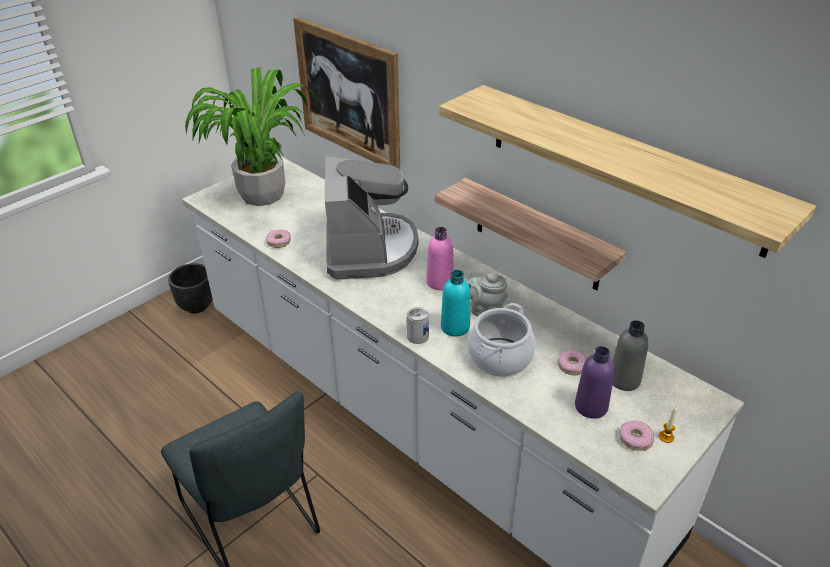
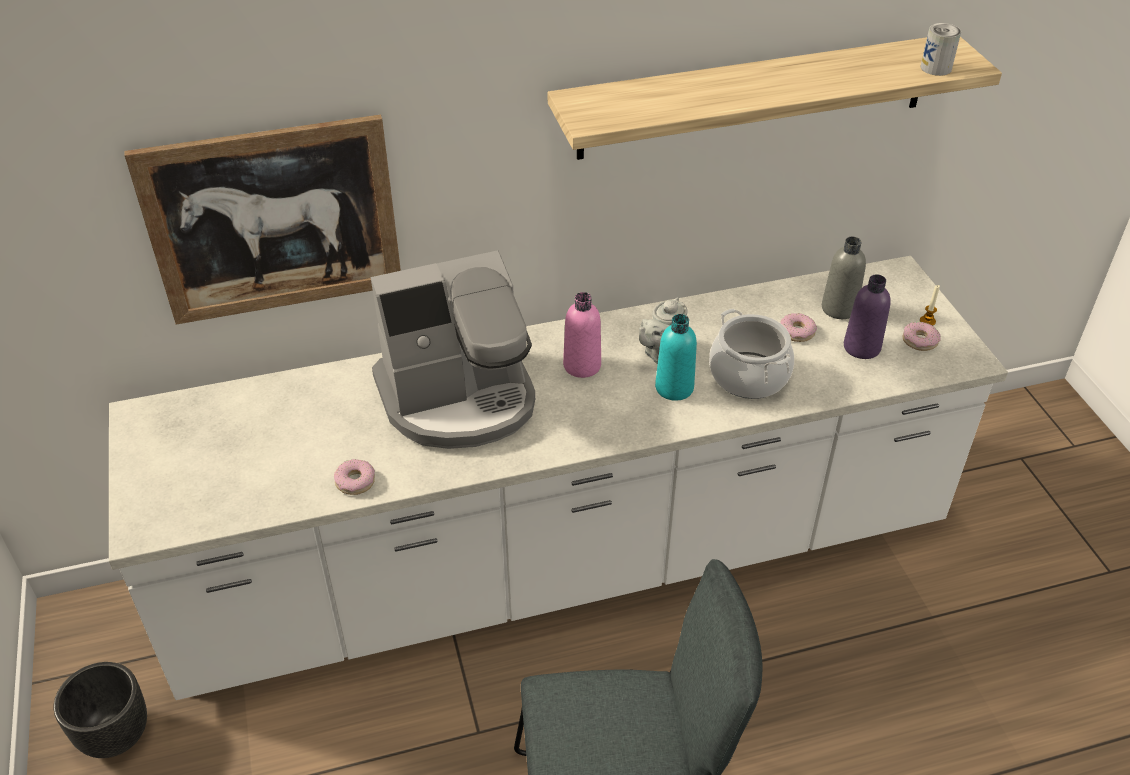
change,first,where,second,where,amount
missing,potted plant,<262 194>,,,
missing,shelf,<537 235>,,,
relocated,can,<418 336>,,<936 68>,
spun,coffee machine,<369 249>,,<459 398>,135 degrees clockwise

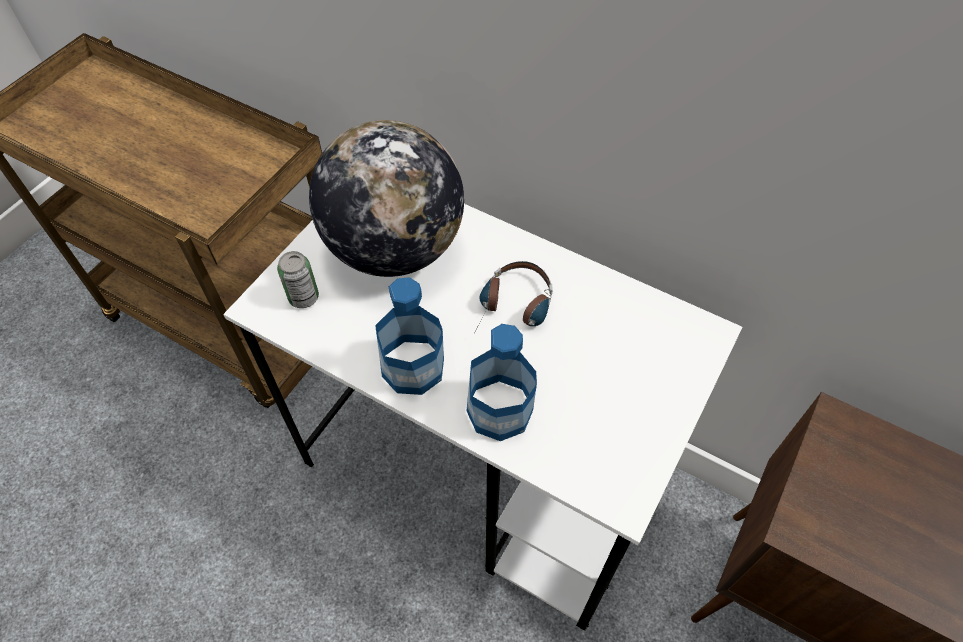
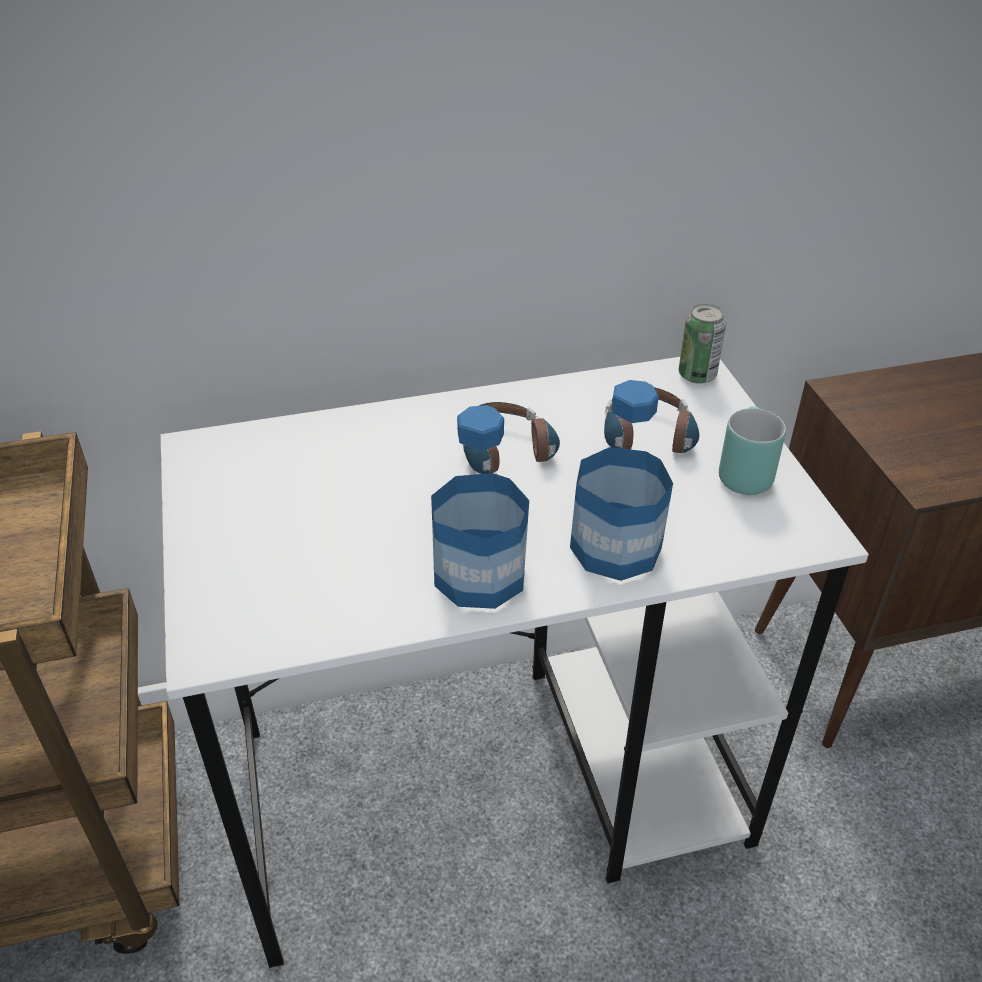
change,first,where,second,where,amount
missing,desk globe,<394 248>,,,
appeared,,,headphones,<649 445>,
appeared,,,tea mug (turquoise),<741 471>,
relocated,can,<303 297>,,<697 375>,

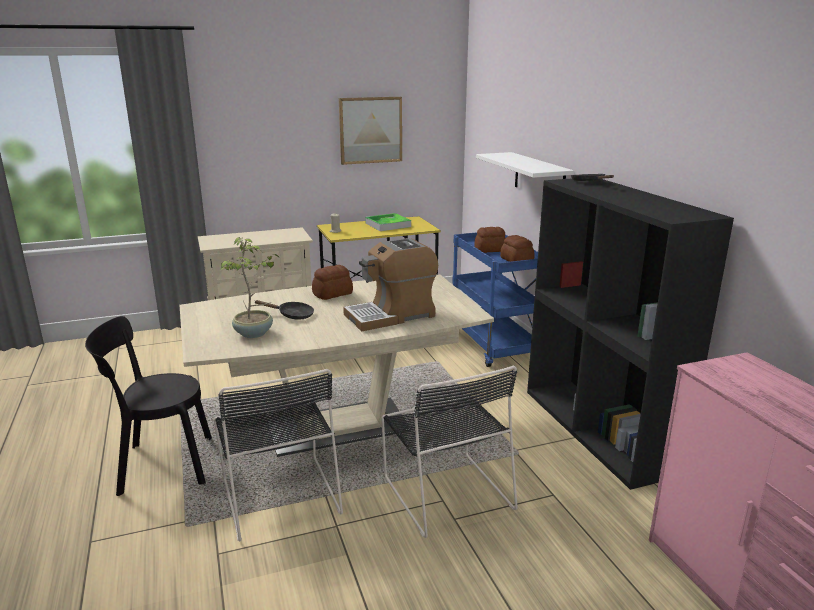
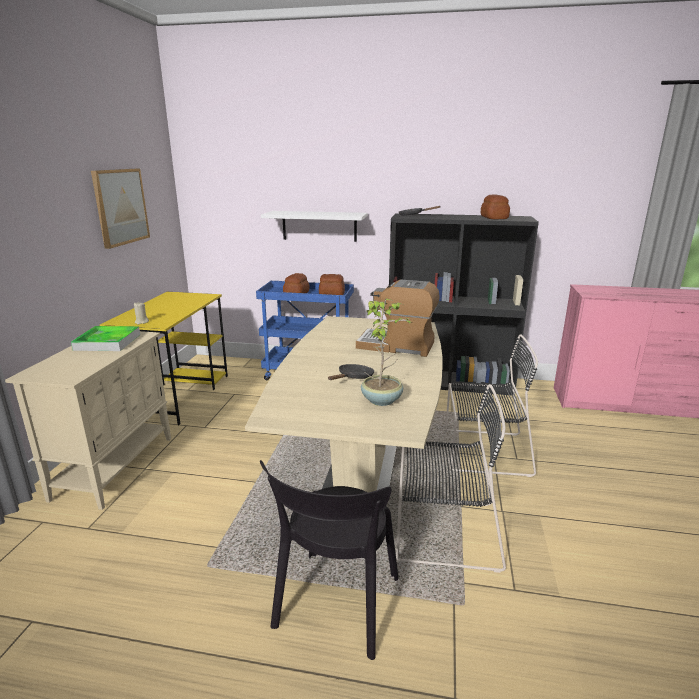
change,first,where,second,where,amount
relocated,bread,<333 294>,,<494 218>,
relocated,serving tray,<388 225>,,<108 342>,
spun,coffee machine,<391 315>,,<397 345>,105 degrees clockwise

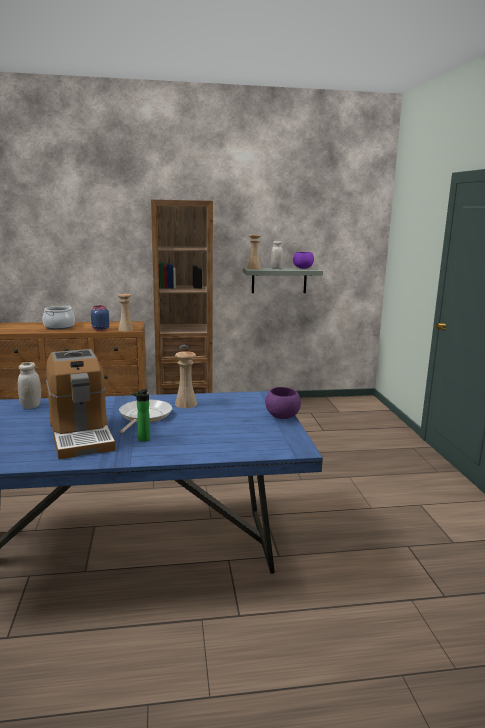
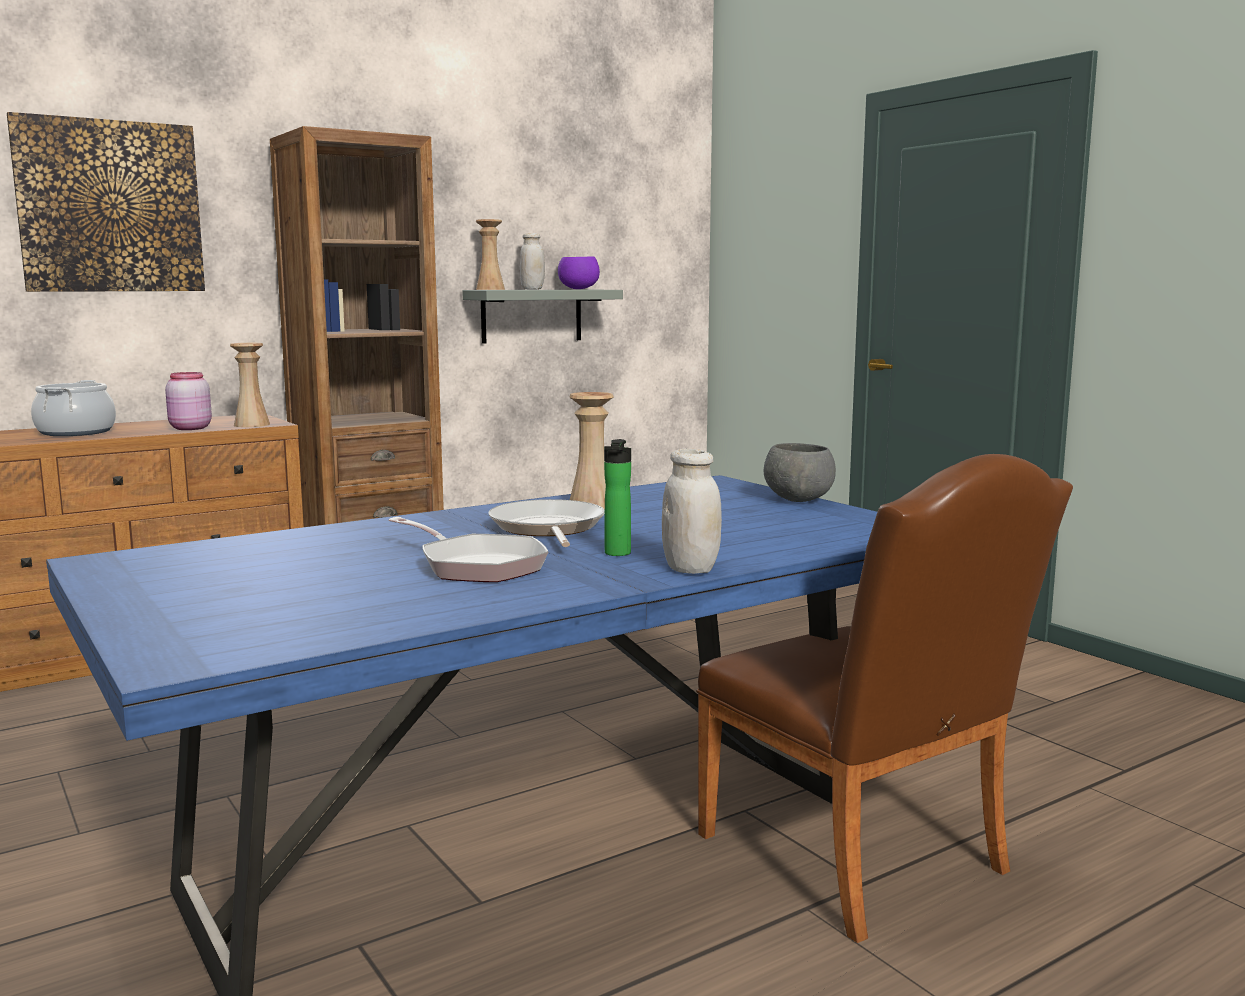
change,first,where,second,where,amount
appeared,,,wall art,<110 207>,
appeared,,,chair (brown),<864 861>,
relocated,storage jar (white-coloured),<31 406>,,<690 569>,
exchanged,coffee machine,<81 435>,frying pan,<476 566>,
colour,storage jar (blue),<100 329>,storage jar (pink-coloured),<189 428>,
colour,bowl (purple),<281 417>,bowl (grey),<797 500>,

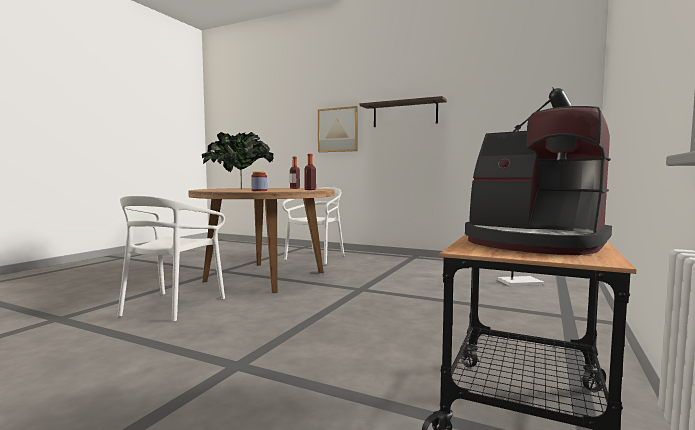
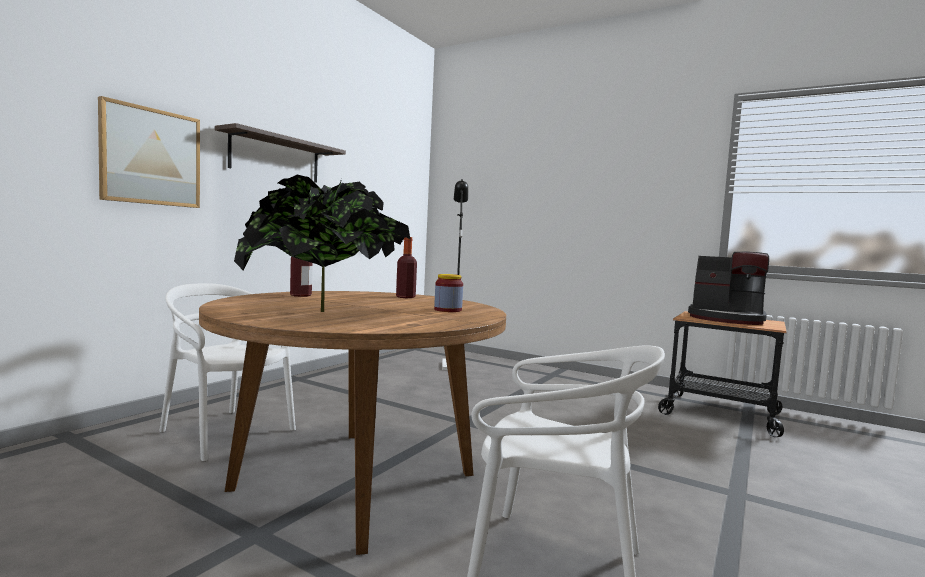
change,first,where,second,where,amount
spun,coffee machine,<533 243>,,<726 319>,75 degrees clockwise

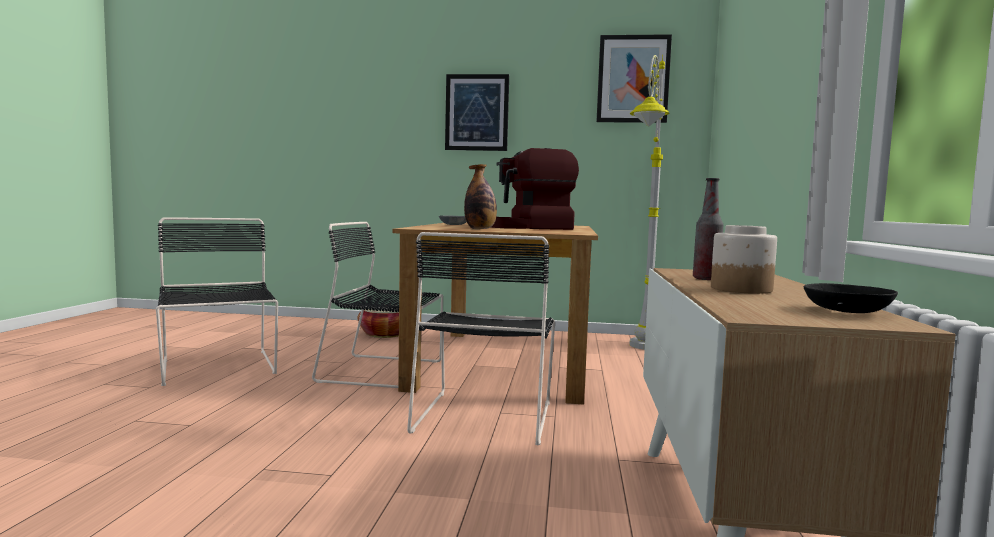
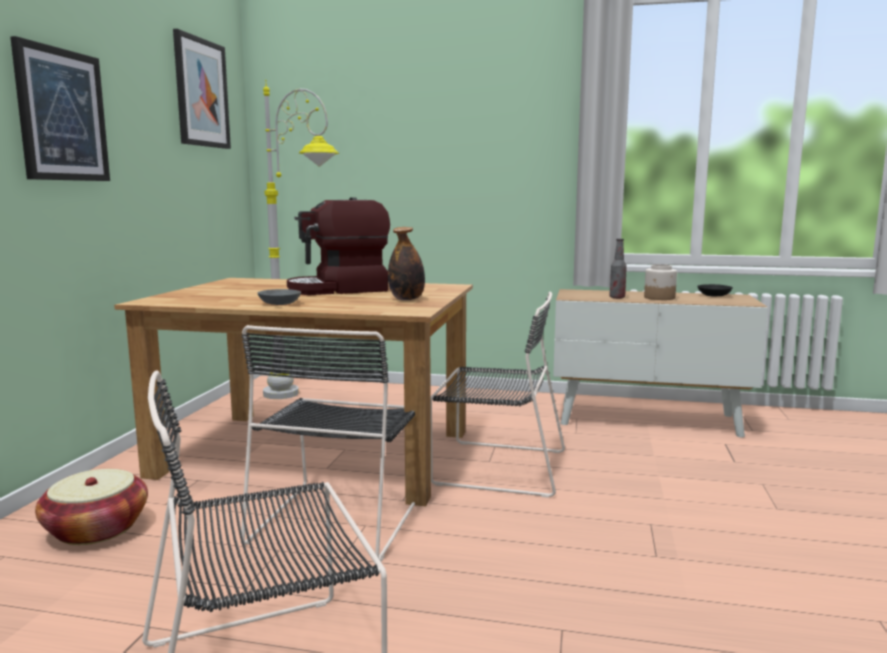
change,first,where,second,where,amount
spun,coffee machine,<530 228>,,<339 289>,75 degrees clockwise

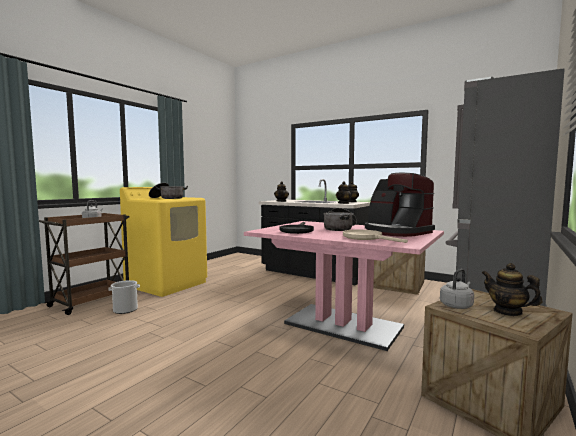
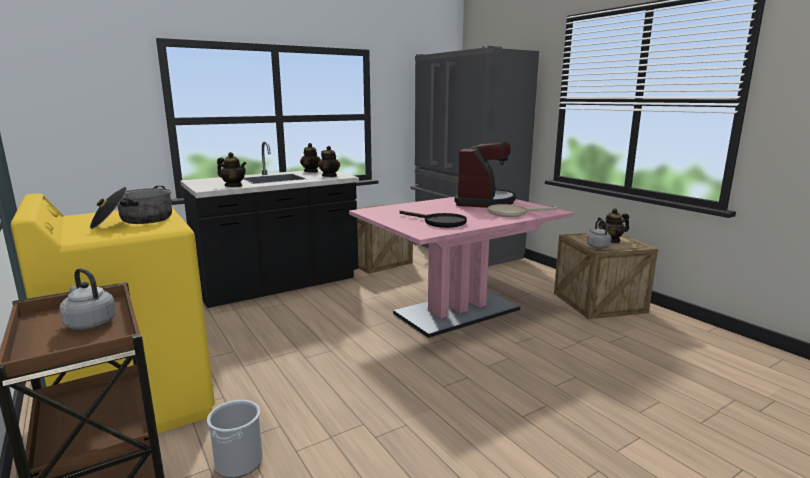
change,first,where,second,where,amount
missing,stockpot,<340 228>,,,
spun,coffee machine,<396 232>,,<484 201>,60 degrees counterclockwise

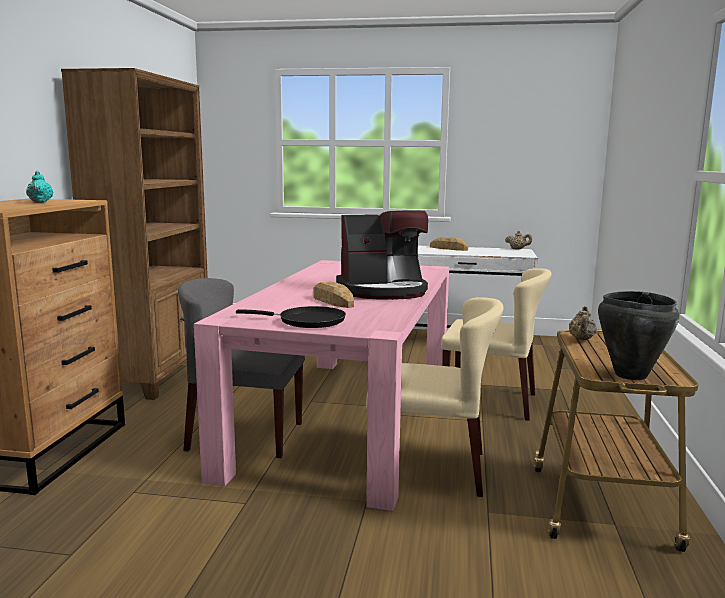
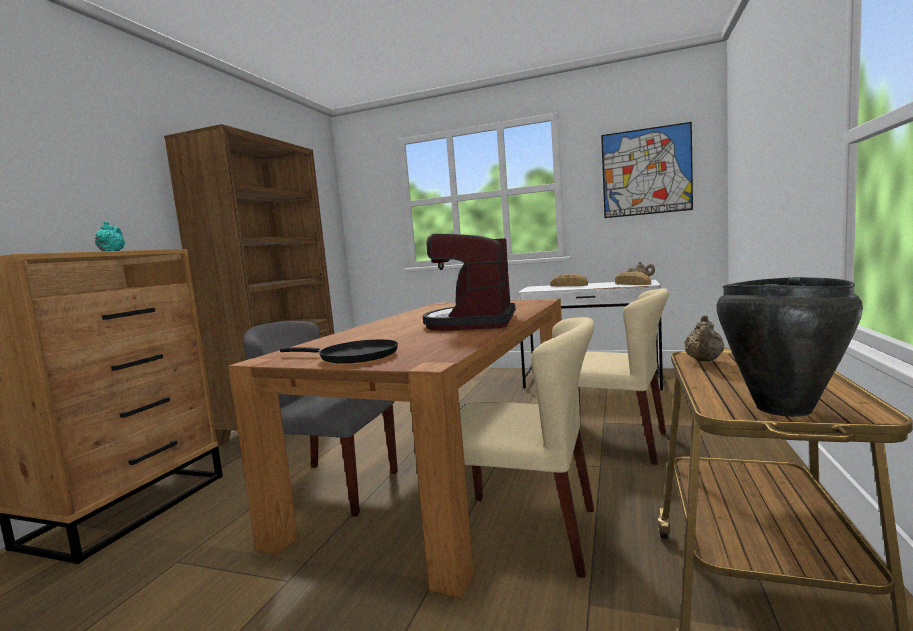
change,first,where,second,where,amount
appeared,,,wall art,<646 172>,
relocated,bread,<332 301>,,<632 284>,
colour,dining table (pink-coloured),<348 417>,dining table (brown),<449 464>,
spun,coffee machine,<383 291>,,<472 323>,105 degrees clockwise

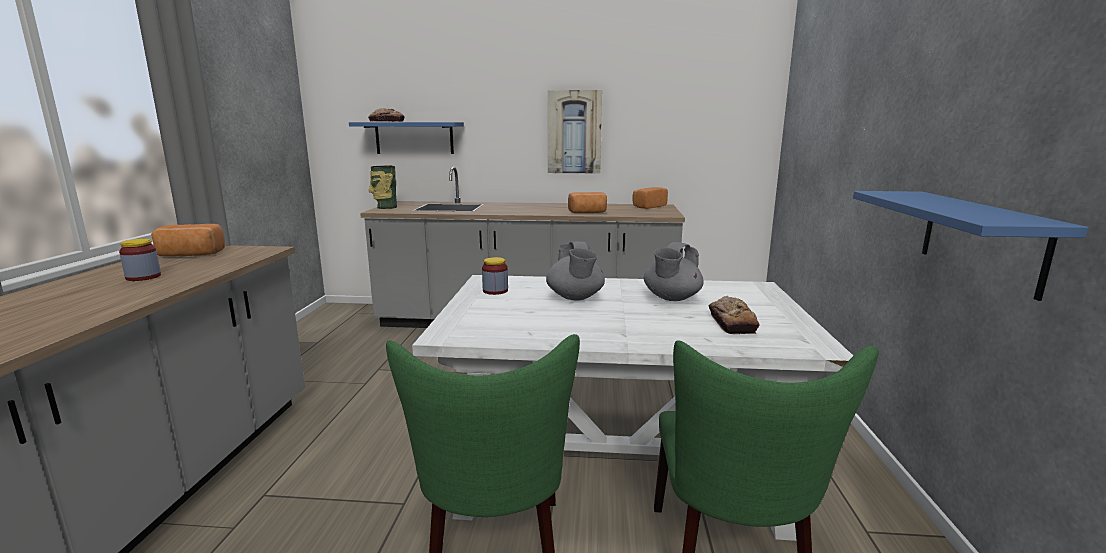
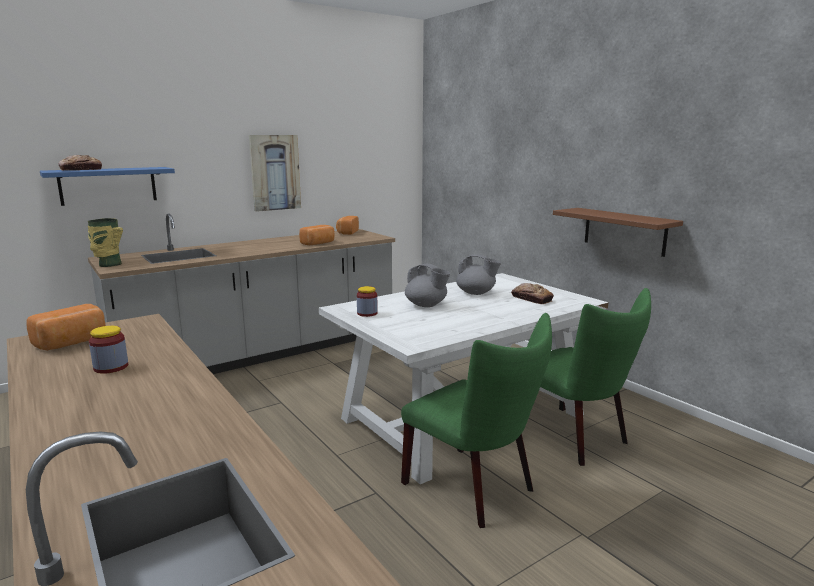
change,first,where,second,where,amount
colour,shelf (blue),<980 240>,shelf (brown),<624 231>,
spun,teapot (grey),<671 298>,,<476 293>,60 degrees counterclockwise

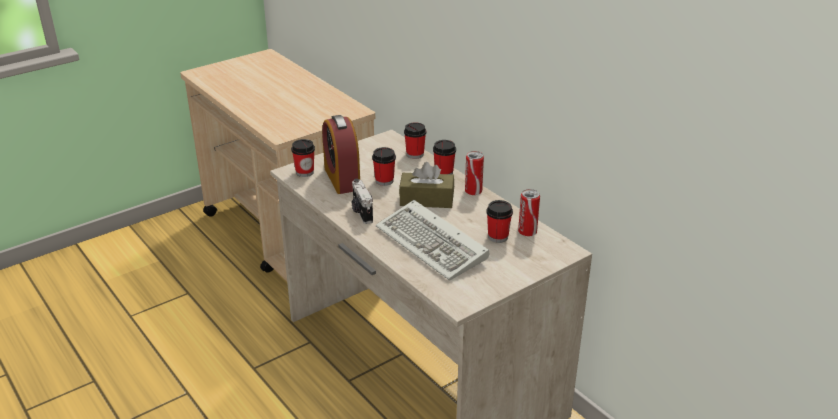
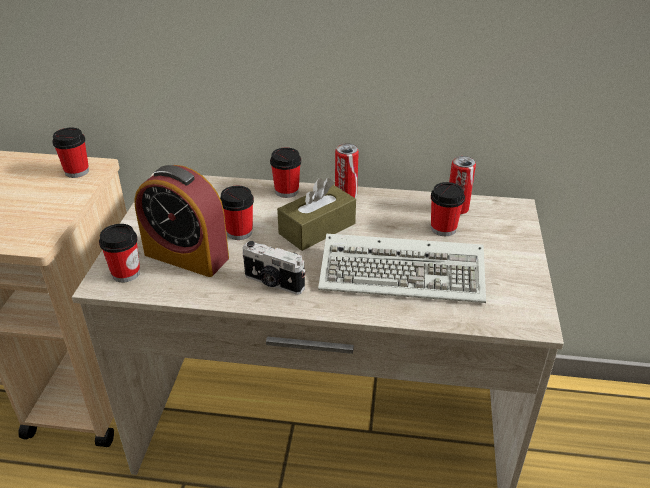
change,first,where,second,where,amount
relocated,cup,<415 154>,,<77 171>,

